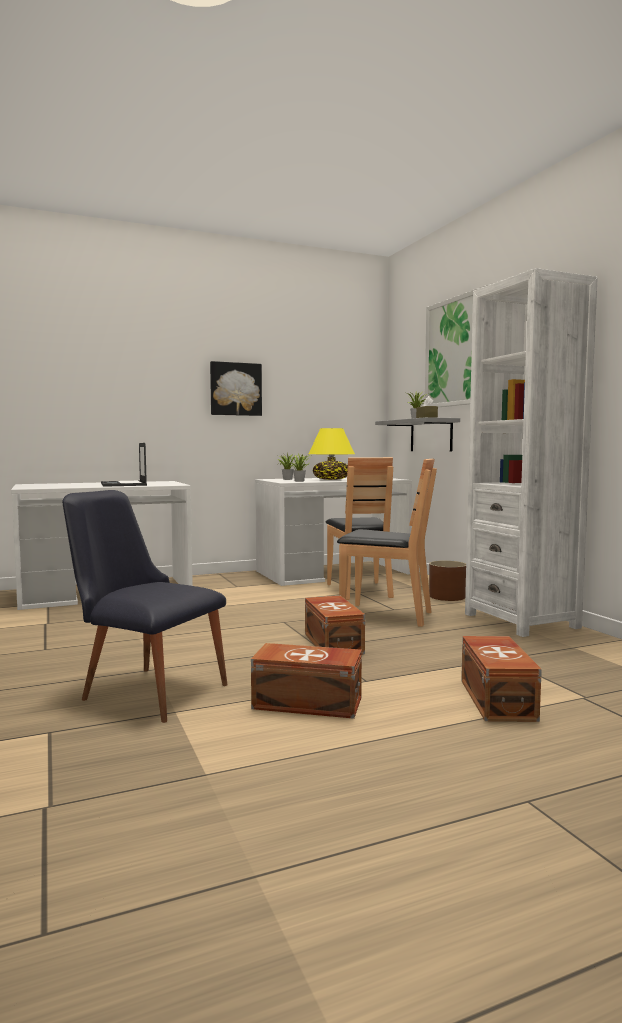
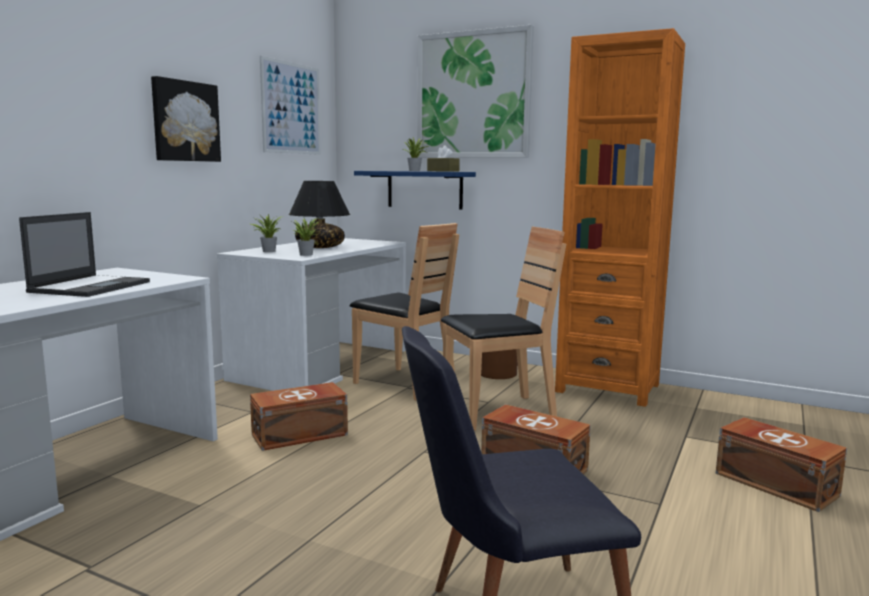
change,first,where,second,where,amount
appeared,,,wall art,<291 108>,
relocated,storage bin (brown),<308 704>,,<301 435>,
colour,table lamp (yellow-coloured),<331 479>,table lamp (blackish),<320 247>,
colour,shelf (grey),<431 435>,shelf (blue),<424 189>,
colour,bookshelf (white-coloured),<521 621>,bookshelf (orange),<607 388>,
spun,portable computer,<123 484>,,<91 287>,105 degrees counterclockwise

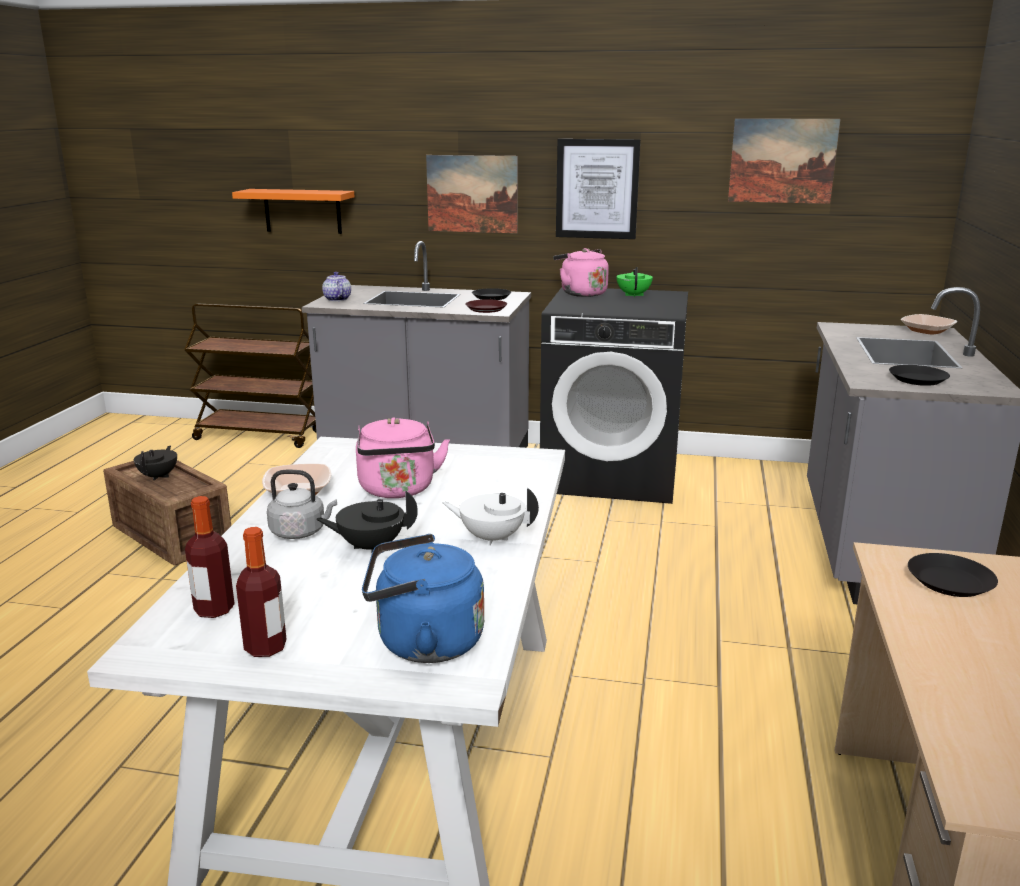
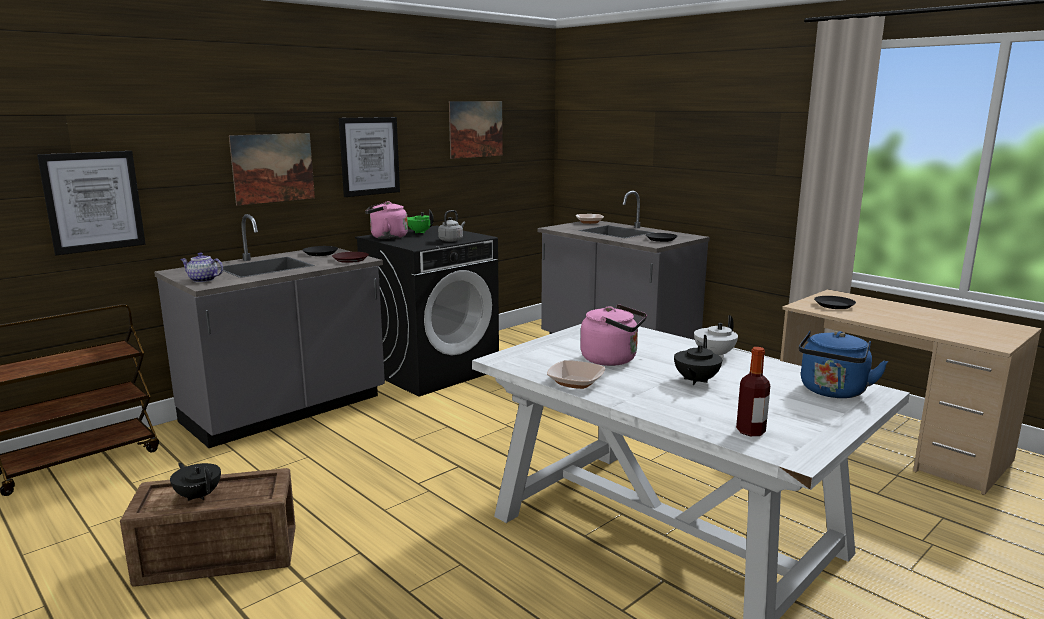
change,first,where,second,where,amount
missing,drink bottle,<265 647>,,,
relocated,kettle (grey),<301 532>,,<451 240>,
exchanged,shelf (orange),<302 211>,wall art,<93 201>,

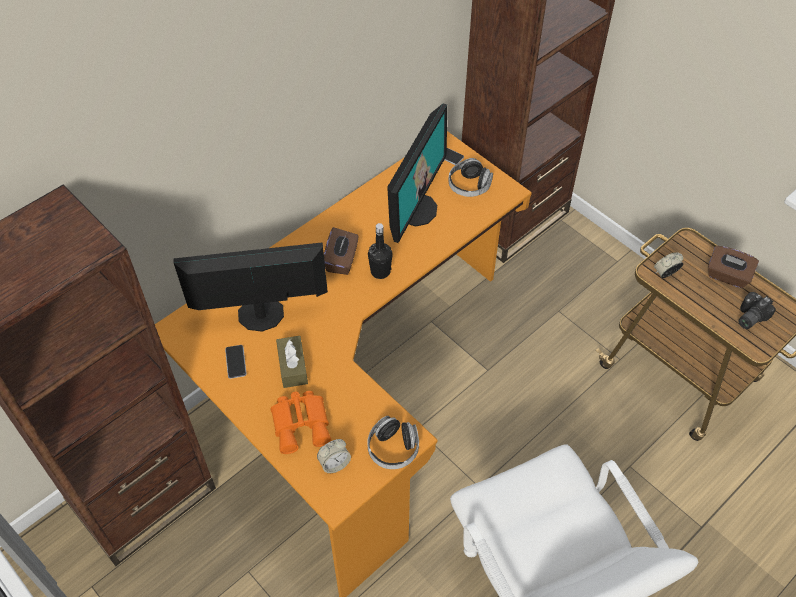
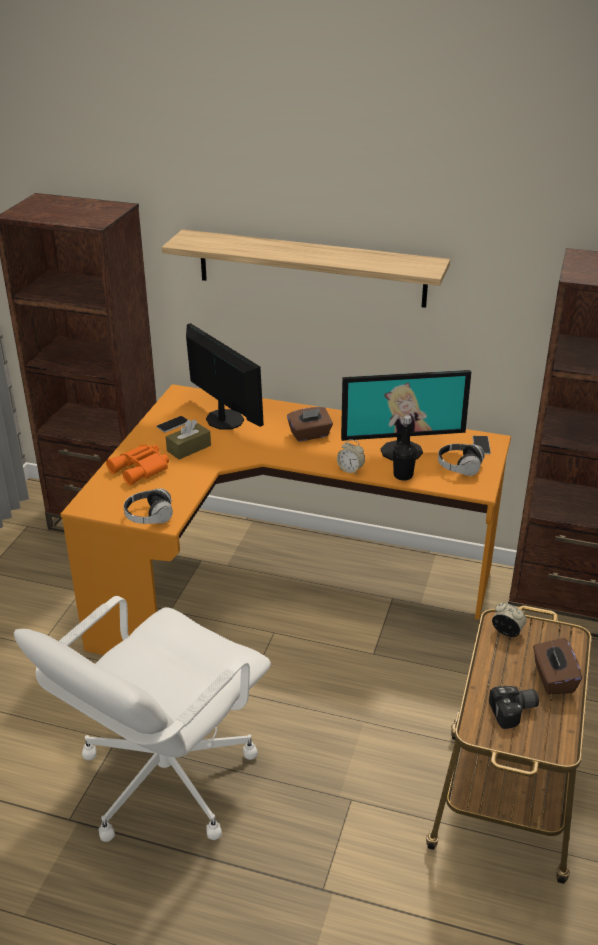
change,first,where,second,where,amount
appeared,,,shelf,<311 268>,
relocated,table clock,<334 464>,,<350 470>,
relocated,drink bottle (blackish),<380 271>,,<403 475>,
spun,still camera,<749 316>,,<514 712>,150 degrees clockwise

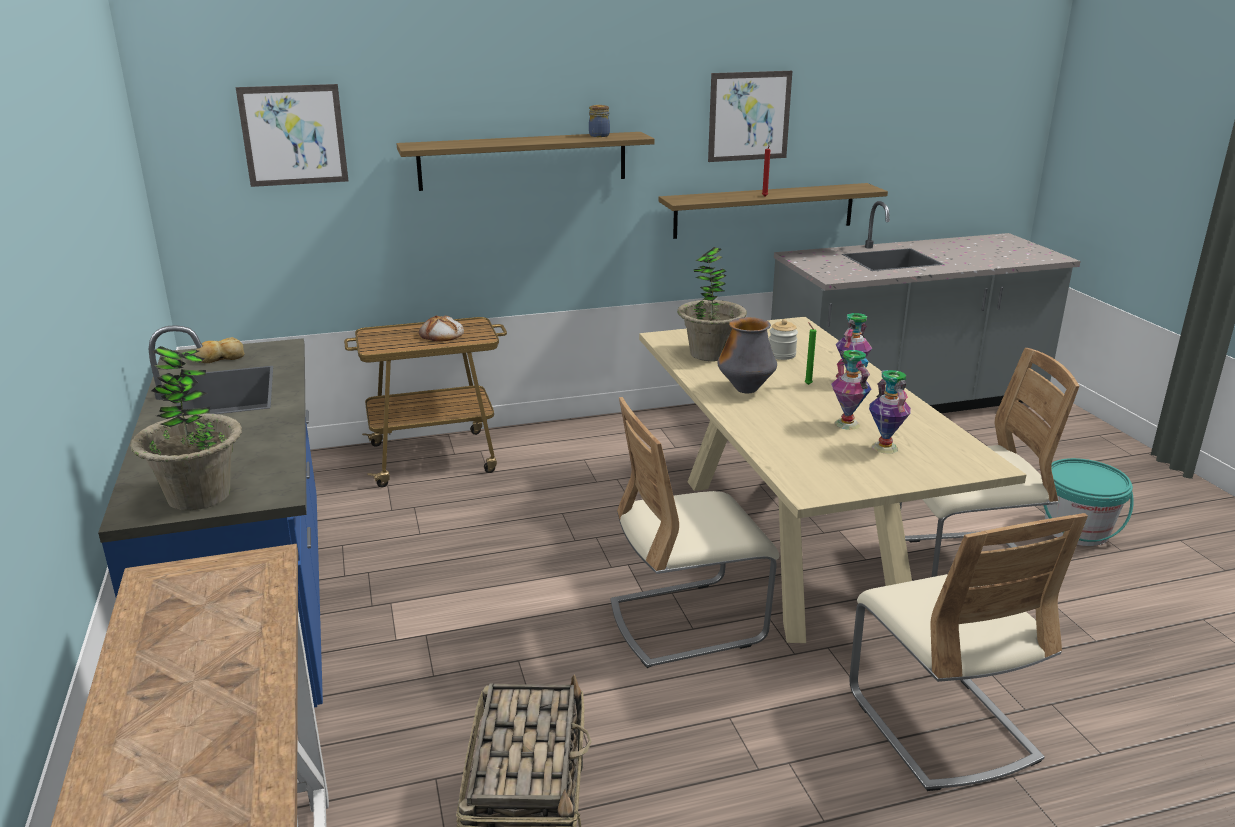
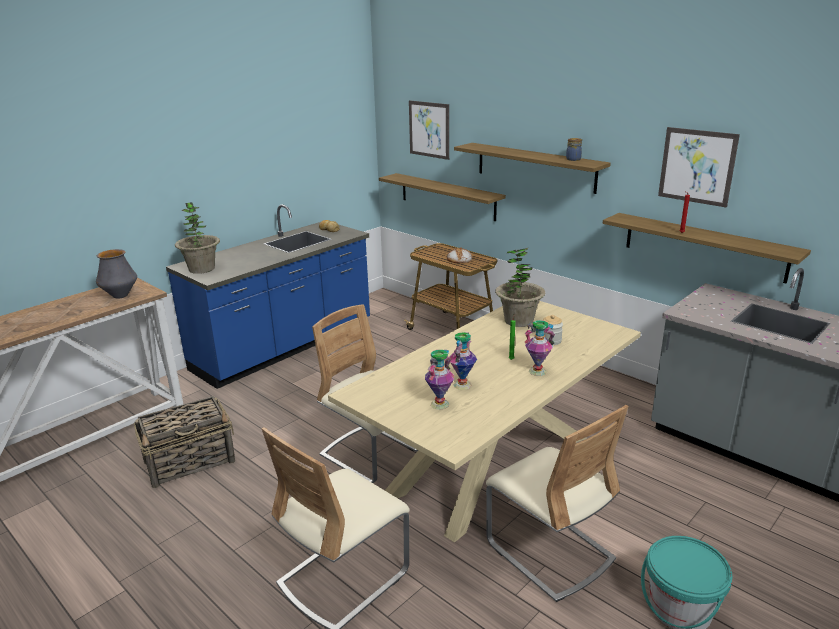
change,first,where,second,where,amount
appeared,,,shelf,<447 196>,
relocated,flower vase,<745 390>,,<120 296>,

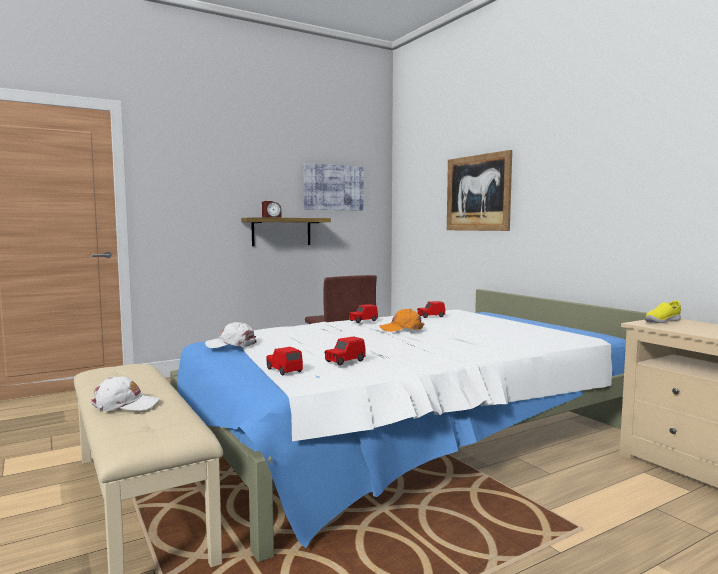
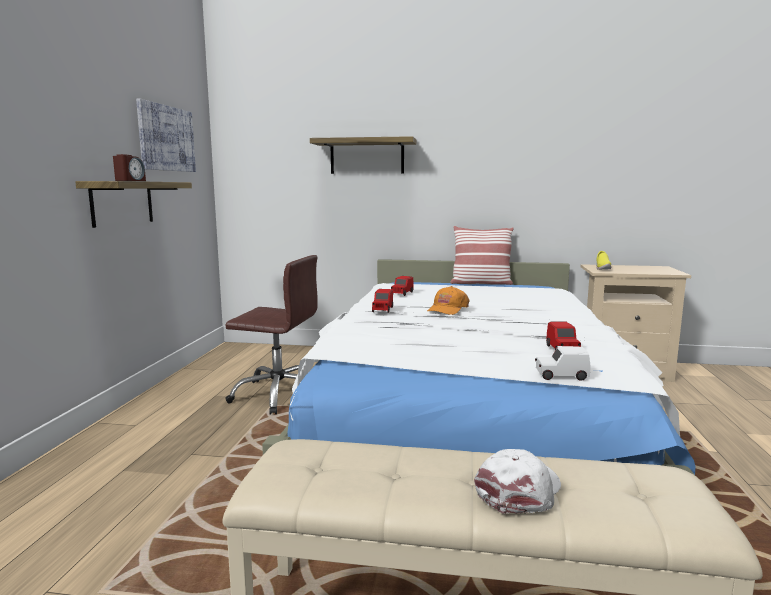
change,first,where,second,where,amount
missing,peaked cap (white-coloured),<231 344>,,,
appeared,,,pillow,<481 283>,
exchanged,wall art,<478 193>,shelf,<367 156>,
colour,toy car (red),<284 370>,toy car (white-coloured),<561 376>,

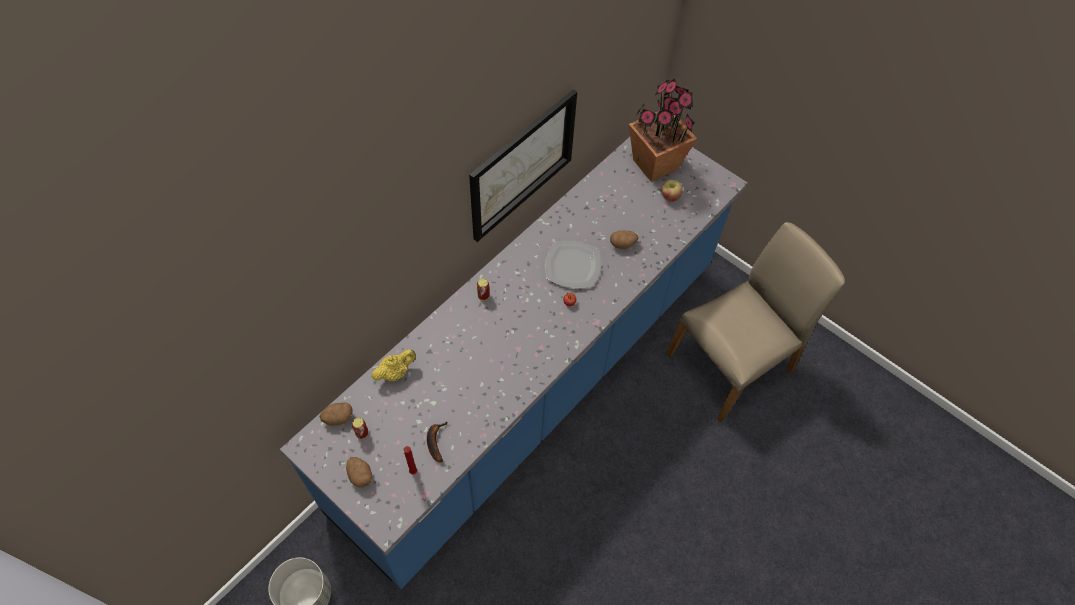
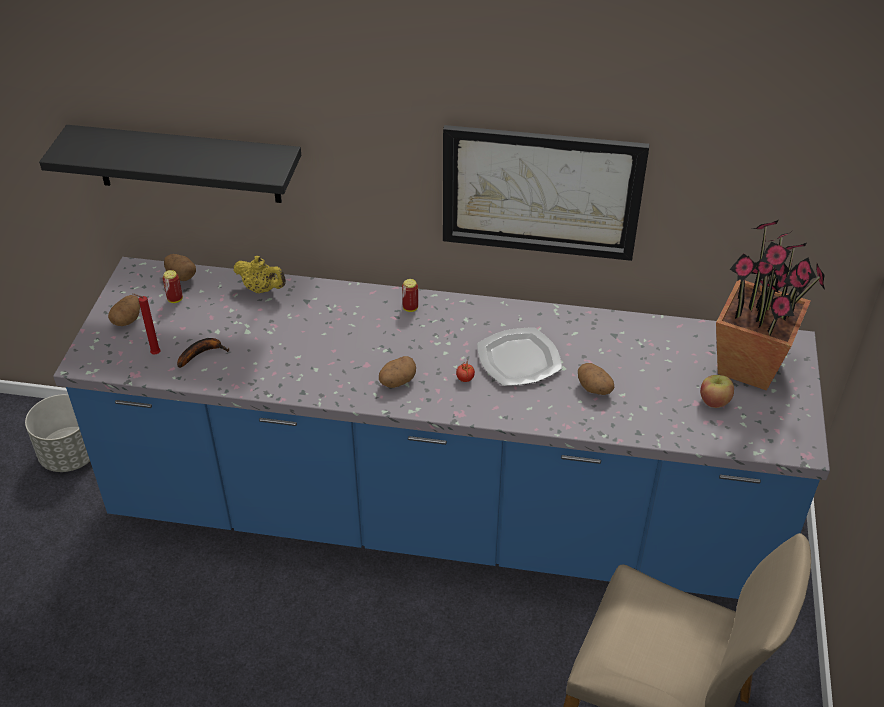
change,first,where,second,where,amount
appeared,,,shelf (blackish),<187 164>,
appeared,,,spud,<397 381>,

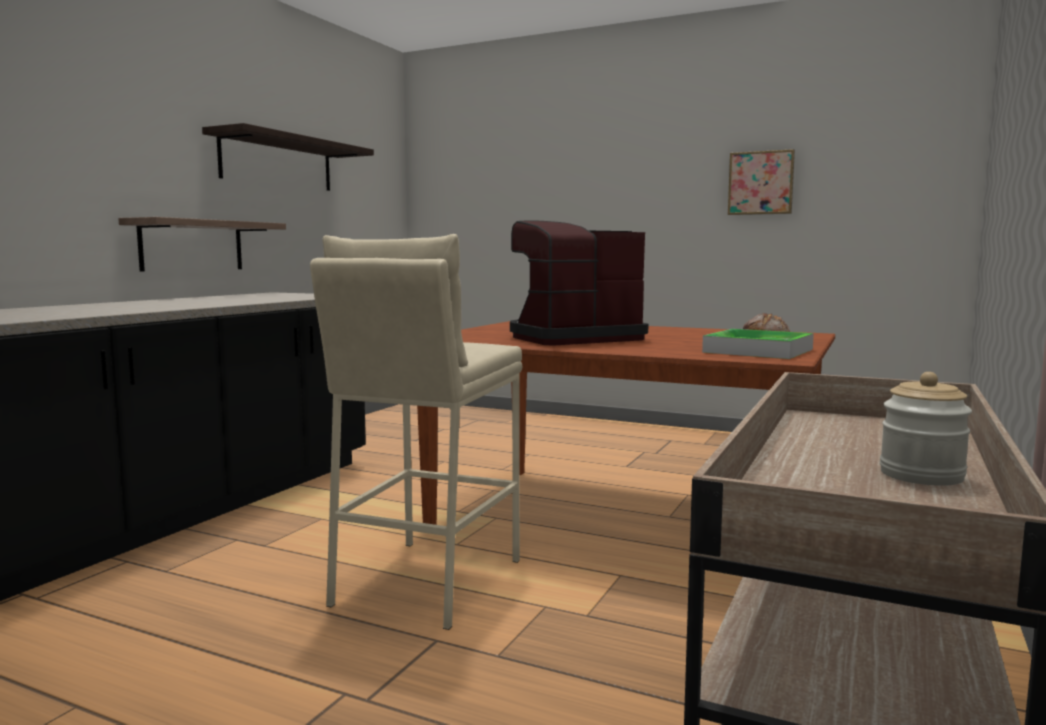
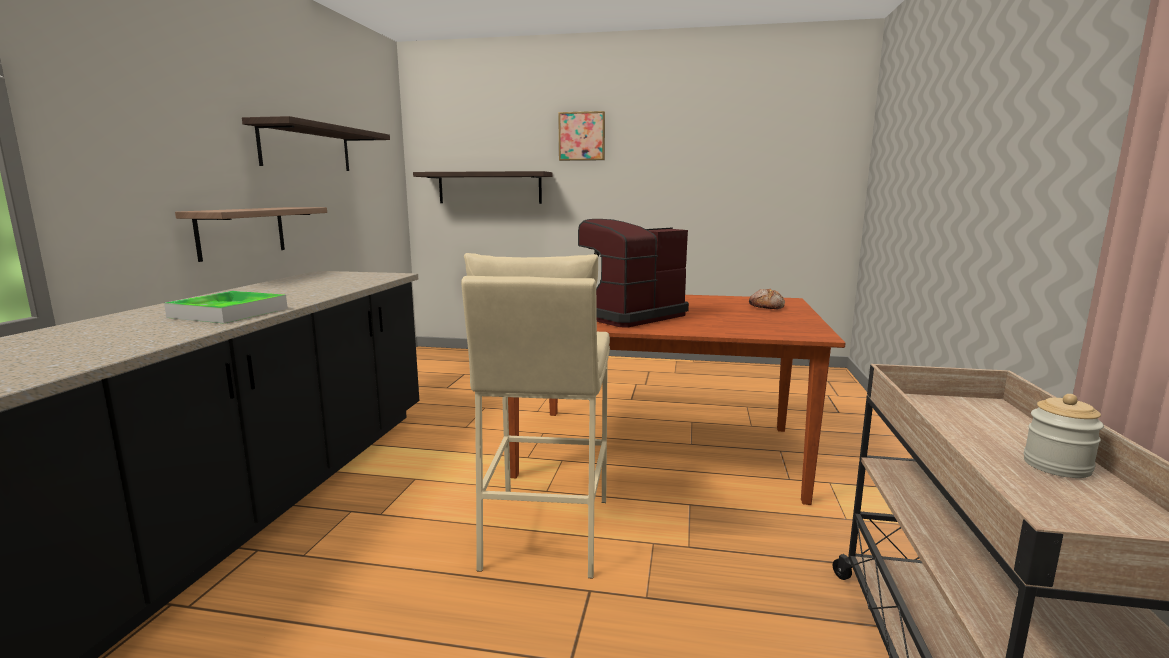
change,first,where,second,where,amount
appeared,,,shelf,<489 188>,
relocated,serving tray,<758 351>,,<229 313>,
relocated,wall art,<761 183>,,<582 136>,

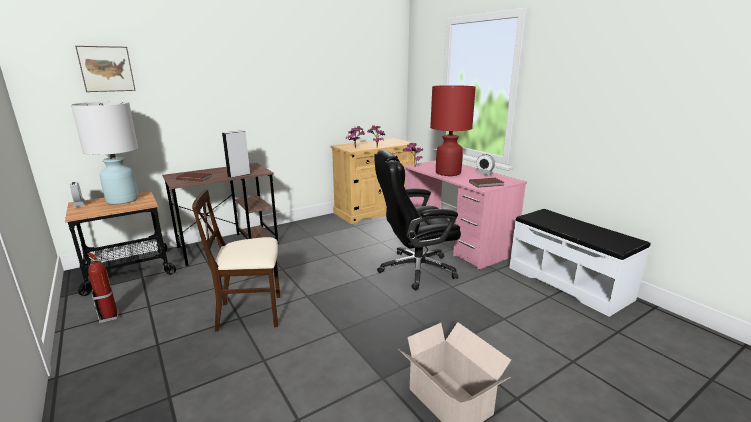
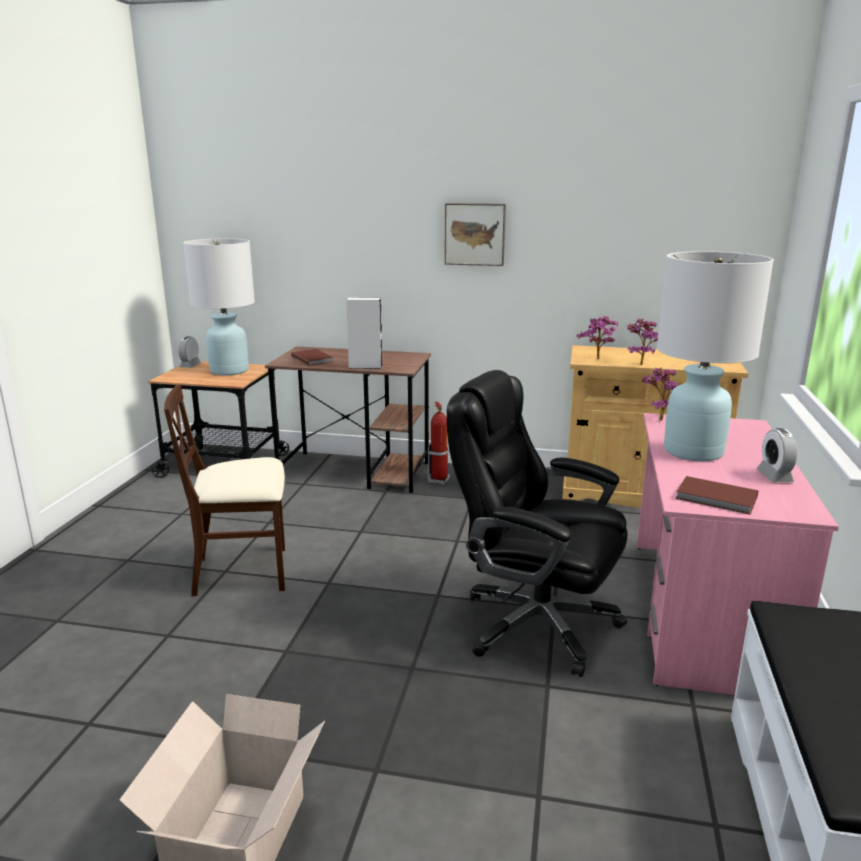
change,first,where,second,where,amount
relocated,wall art,<106 69>,,<475 234>,
relocated,extinguisher,<110 317>,,<439 480>,
colour,table lamp (red),<448 173>,table lamp (white-coloured),<693 451>,
spun,chair (beige-coloured),<251 313>,,<243 572>,45 degrees counterclockwise

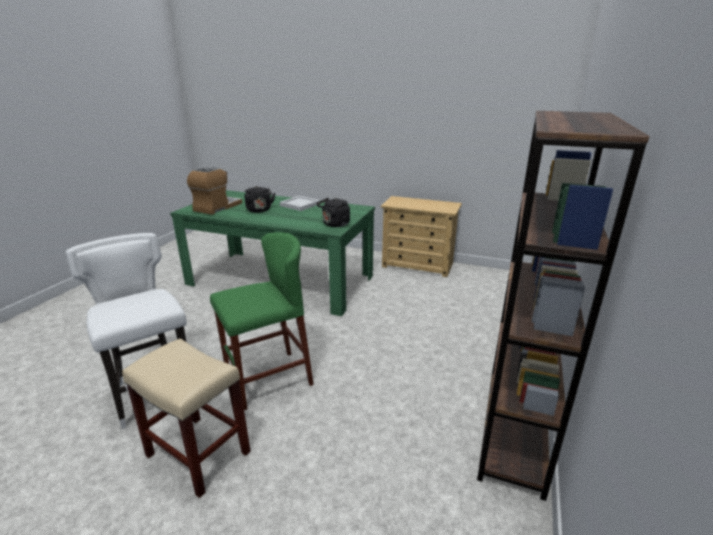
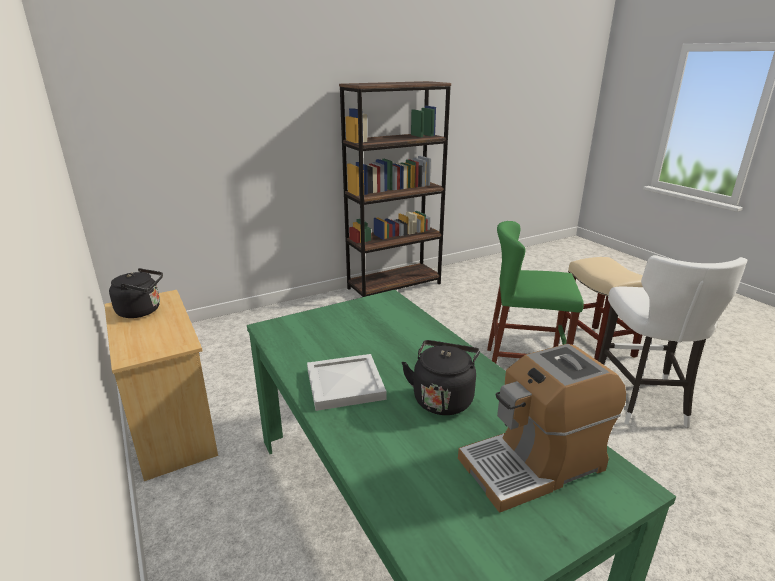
change,first,where,second,where,amount
relocated,kettle (blackish),<335 225>,,<142 311>,

